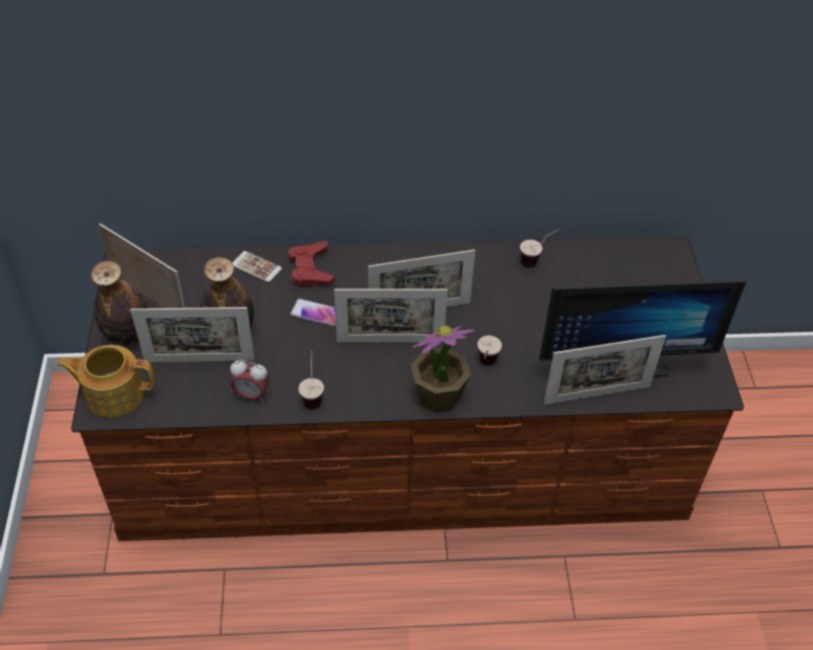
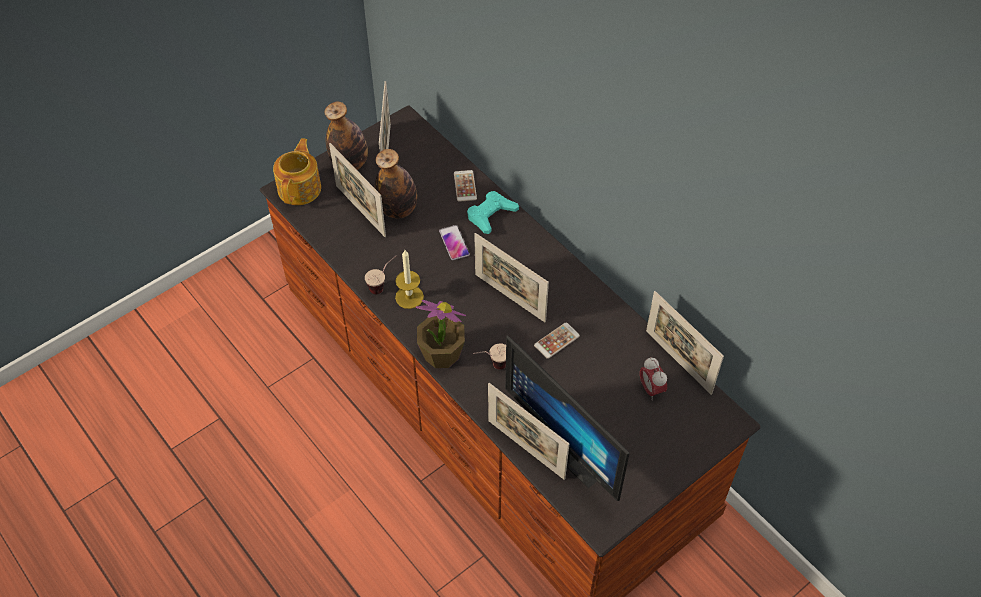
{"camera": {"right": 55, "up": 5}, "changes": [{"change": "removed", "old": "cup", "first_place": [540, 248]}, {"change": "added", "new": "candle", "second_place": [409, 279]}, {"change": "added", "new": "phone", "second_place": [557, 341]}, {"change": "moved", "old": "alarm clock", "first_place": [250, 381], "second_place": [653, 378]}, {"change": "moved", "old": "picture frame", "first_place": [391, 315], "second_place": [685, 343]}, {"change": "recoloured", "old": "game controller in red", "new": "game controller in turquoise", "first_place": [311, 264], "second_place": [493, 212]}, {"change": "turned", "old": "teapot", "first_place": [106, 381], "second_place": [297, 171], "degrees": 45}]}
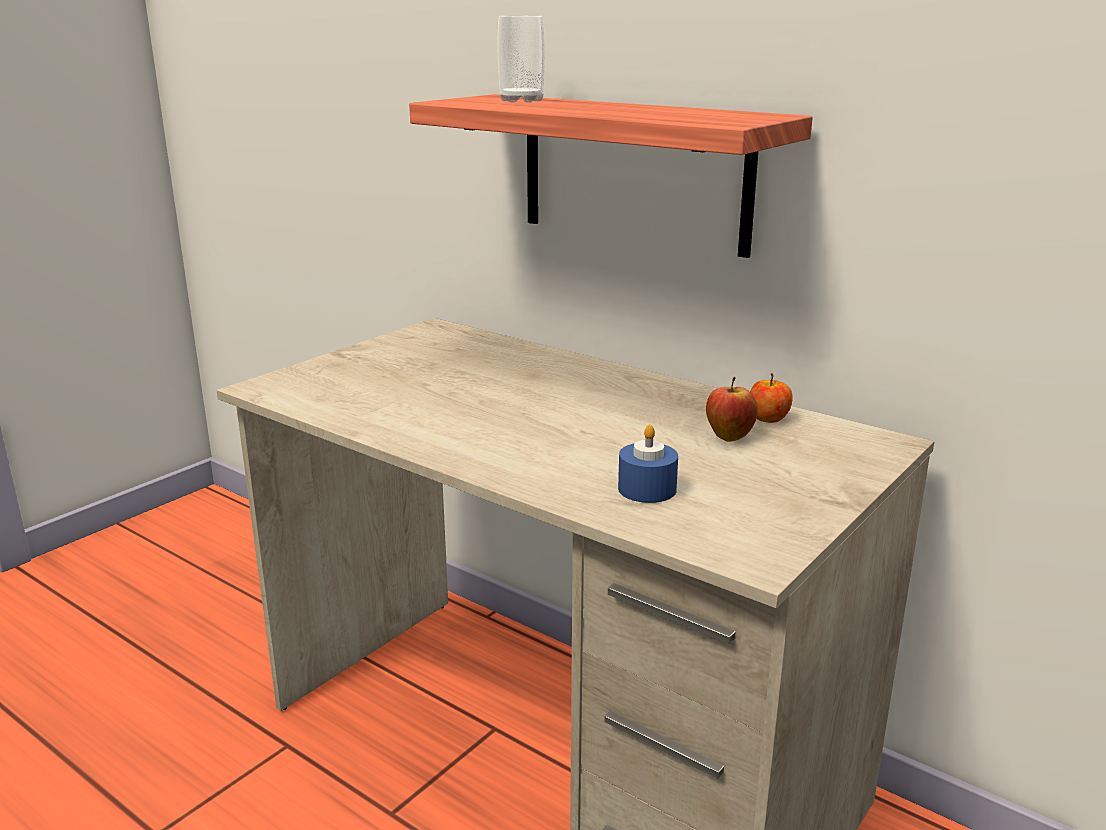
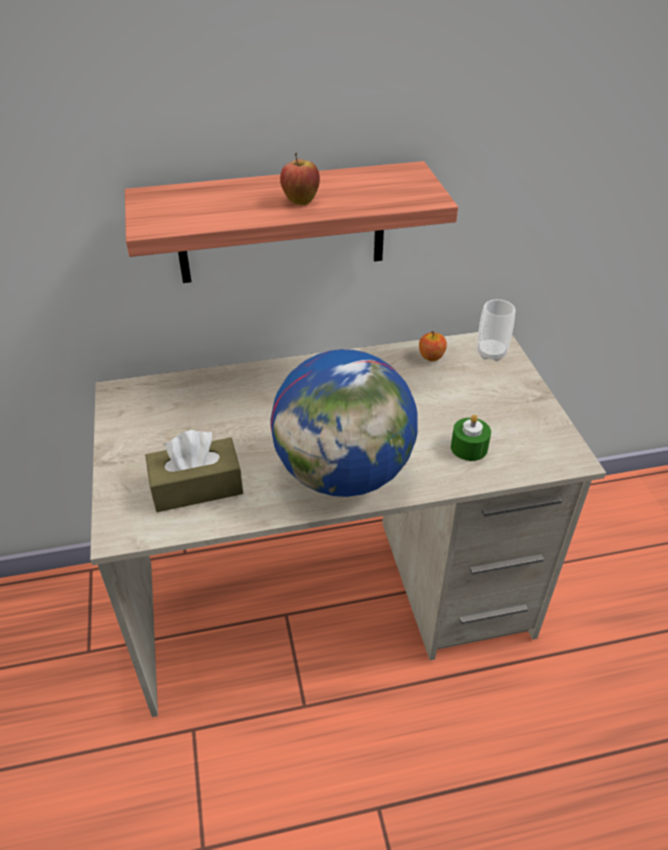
{"camera": {"right": -50, "up": 20}, "changes": [{"change": "added", "new": "tissue box in brown", "second_place": [194, 471]}, {"change": "added", "new": "globe", "second_place": [344, 423]}, {"change": "moved", "old": "cup", "first_place": [521, 59], "second_place": [496, 330]}, {"change": "moved", "old": "apple", "first_place": [732, 409], "second_place": [300, 179]}, {"change": "recoloured", "old": "candle in blue", "new": "candle in green", "first_place": [648, 463], "second_place": [471, 437]}]}
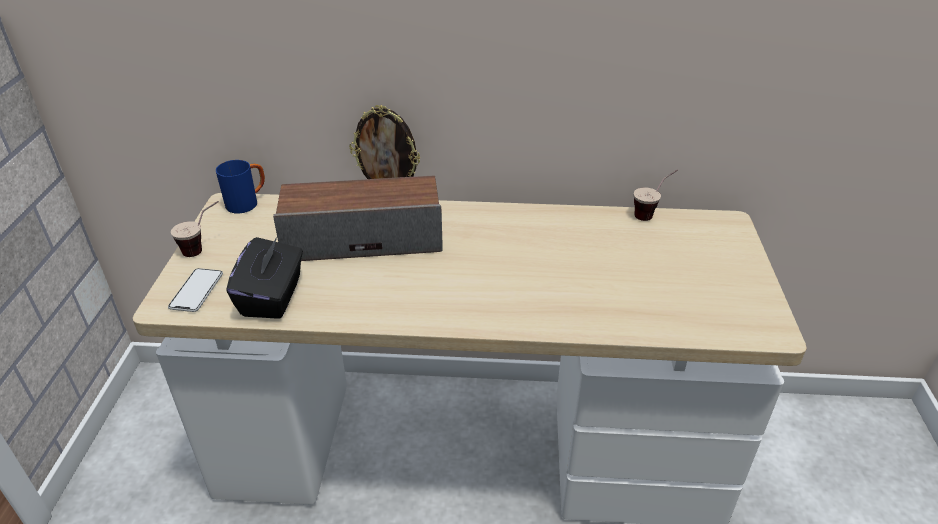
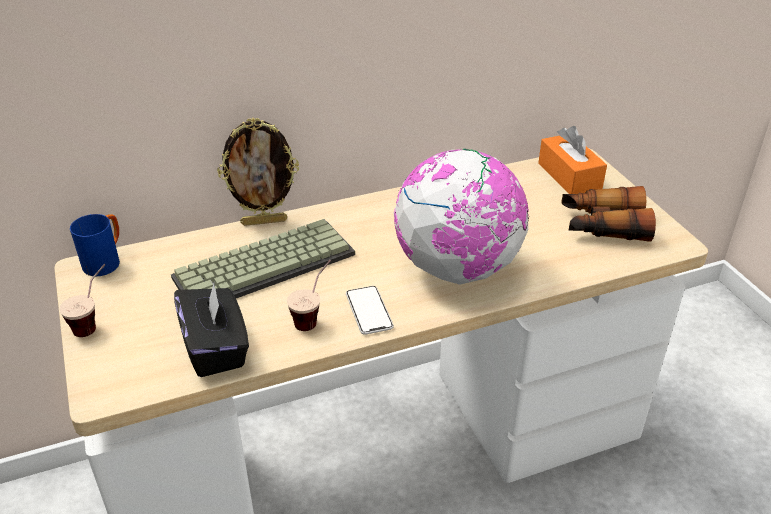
{"camera": {"right": -25, "up": 0}, "changes": [{"change": "added", "new": "globe", "second_place": [461, 216]}, {"change": "added", "new": "tissue box in orange", "second_place": [572, 160]}, {"change": "added", "new": "binoculars", "second_place": [609, 214]}, {"change": "moved", "old": "phone", "first_place": [195, 290], "second_place": [370, 310]}, {"change": "moved", "old": "cup", "first_place": [656, 195], "second_place": [309, 295]}, {"change": "replaced", "old": "speaker", "new": "keyboard", "first_place": [358, 218], "second_place": [263, 258]}]}
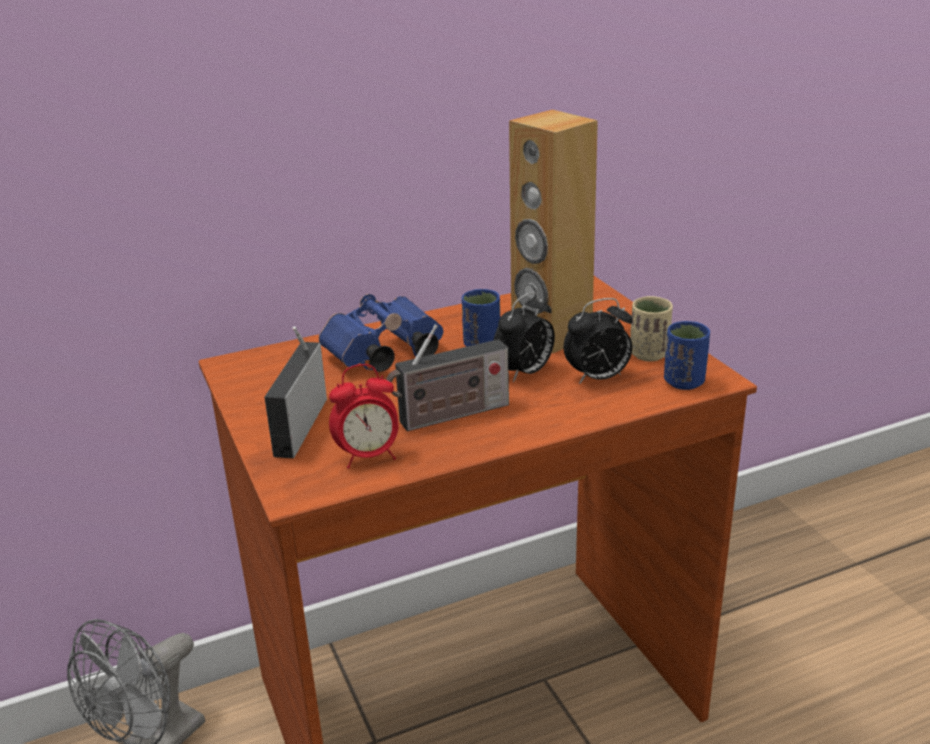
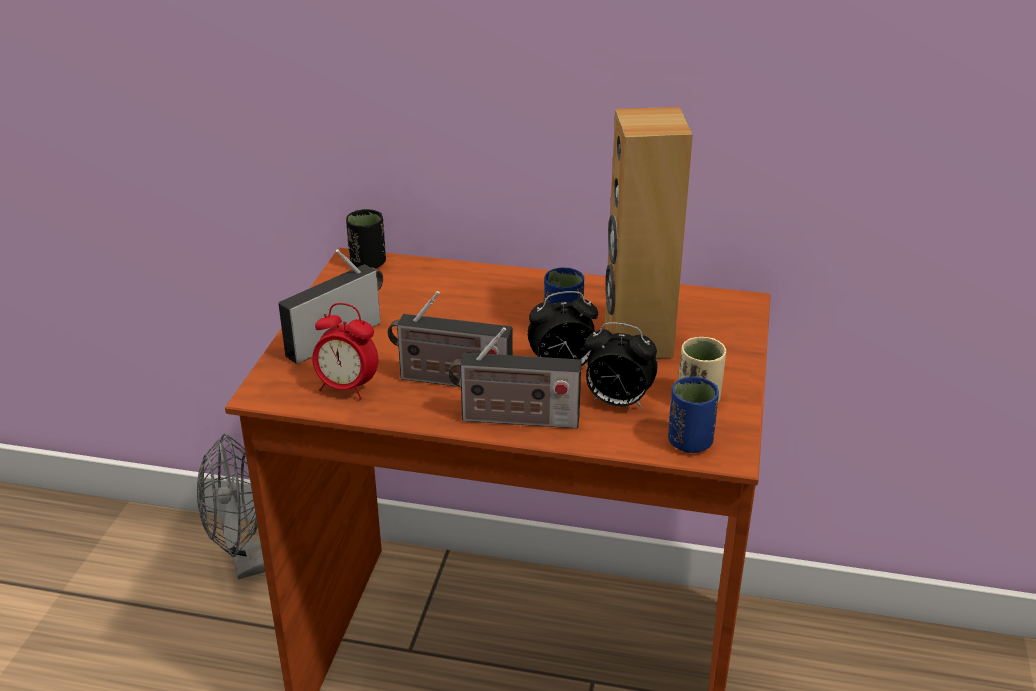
{"camera": {"right": 35, "up": 5}, "changes": [{"change": "removed", "old": "binoculars in blue", "first_place": [381, 333]}, {"change": "added", "new": "cup in black", "second_place": [366, 238]}, {"change": "added", "new": "radio", "second_place": [515, 378]}]}
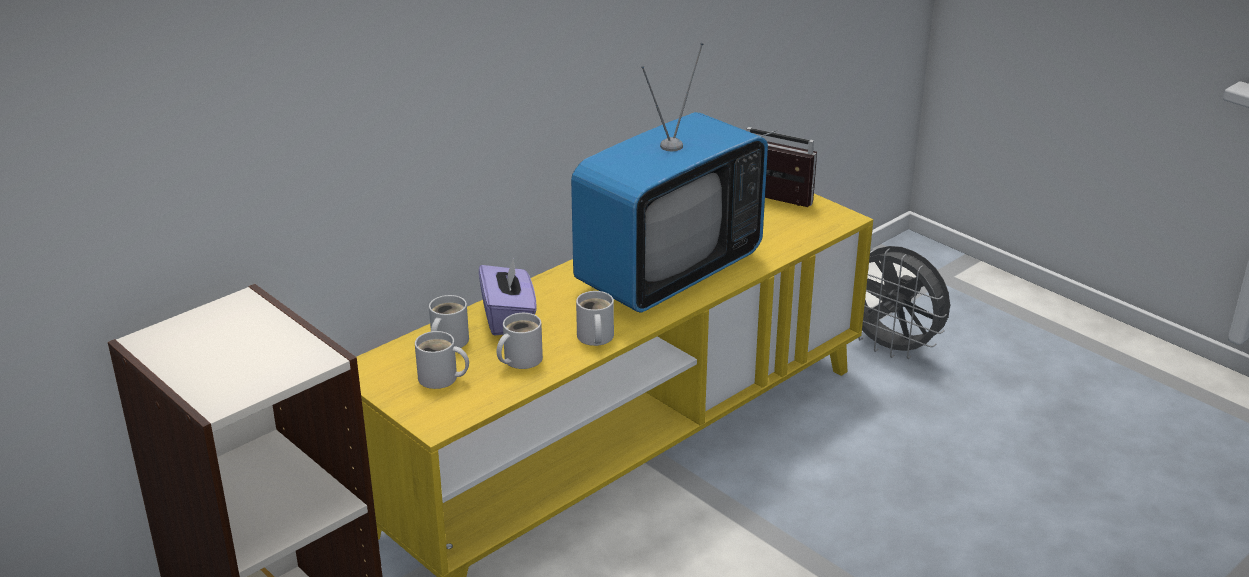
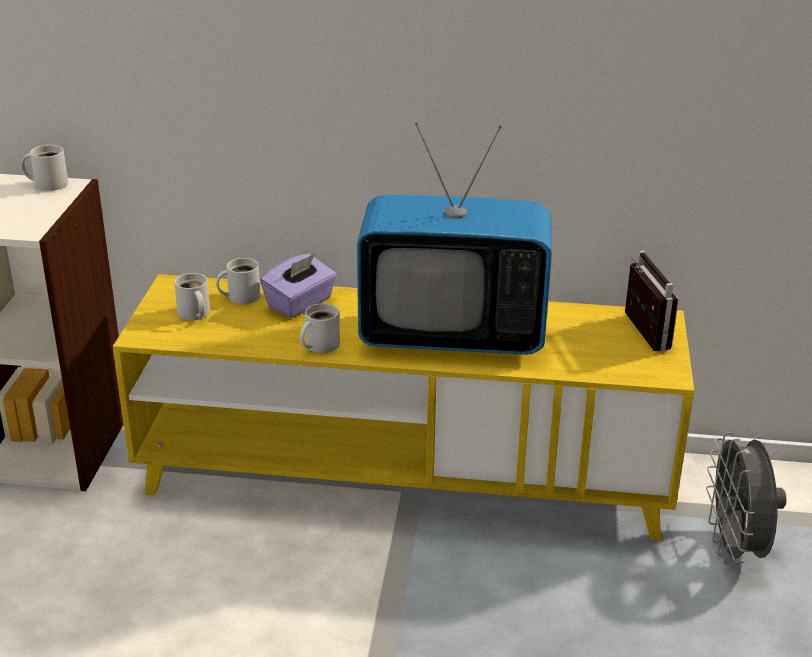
{"camera": {"right": 50, "up": 0}, "changes": [{"change": "moved", "old": "mug in white", "first_place": [520, 341], "second_place": [44, 168]}]}
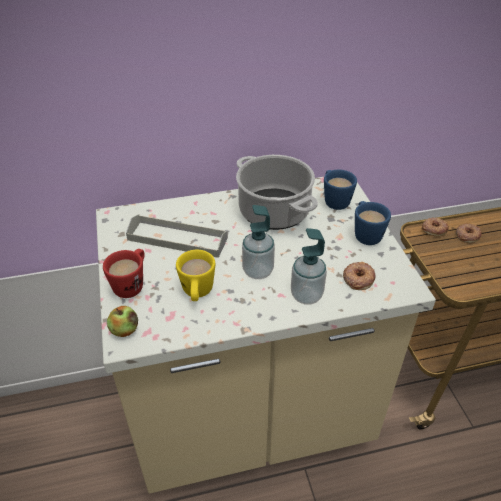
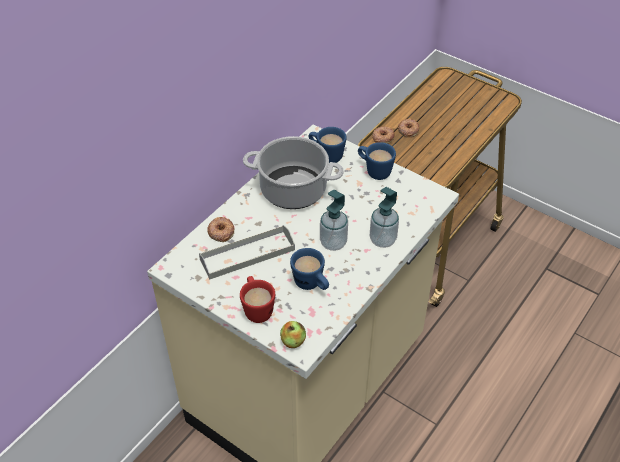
{"camera": {"right": -40, "up": 5}, "changes": [{"change": "moved", "old": "donut", "first_place": [359, 276], "second_place": [221, 229]}, {"change": "recoloured", "old": "mug in yellow", "new": "mug in blue", "first_place": [195, 275], "second_place": [309, 269]}]}
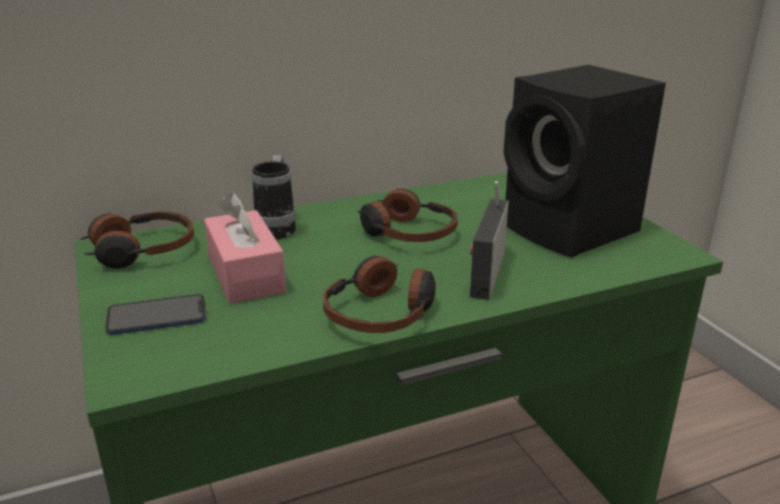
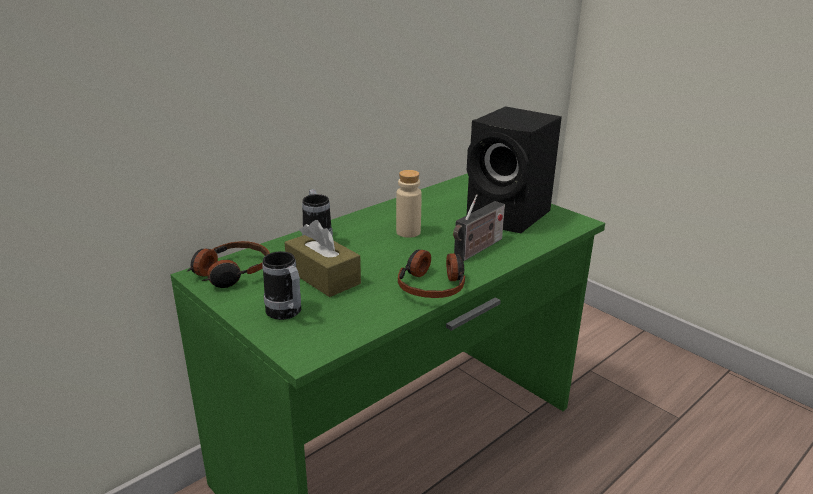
{"camera": {"right": -20, "up": 0}, "changes": [{"change": "replaced", "old": "phone", "new": "mug", "first_place": [155, 314], "second_place": [281, 285]}, {"change": "replaced", "old": "headphones", "new": "bottle in beige", "first_place": [407, 215], "second_place": [409, 204]}, {"change": "recoloured", "old": "tissue box in pink", "new": "tissue box in brown", "first_place": [245, 248], "second_place": [323, 258]}, {"change": "turned", "old": "radio", "first_place": [489, 240], "second_place": [479, 227], "degrees": -135}]}
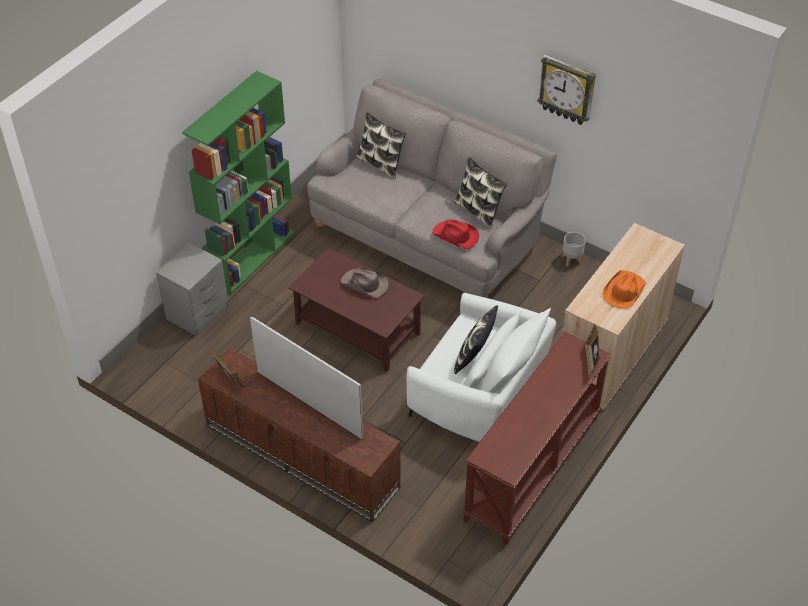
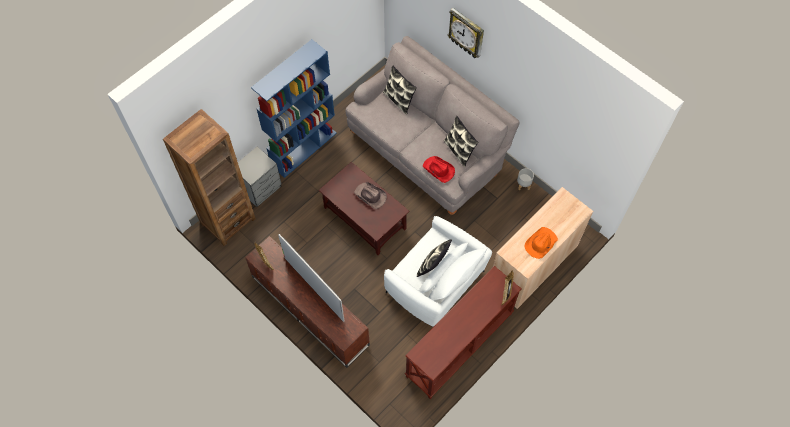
{"camera": {"right": 10, "up": 15}, "changes": [{"change": "added", "new": "bookcase in brown", "second_place": [209, 177]}, {"change": "moved", "old": "wall clock", "first_place": [566, 89], "second_place": [465, 33]}, {"change": "recoloured", "old": "bookcase in green", "new": "bookcase in blue", "first_place": [238, 183], "second_place": [294, 108]}]}
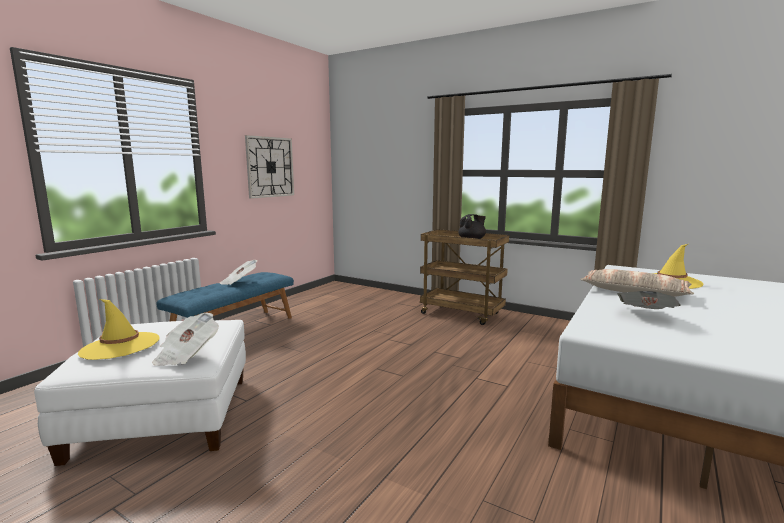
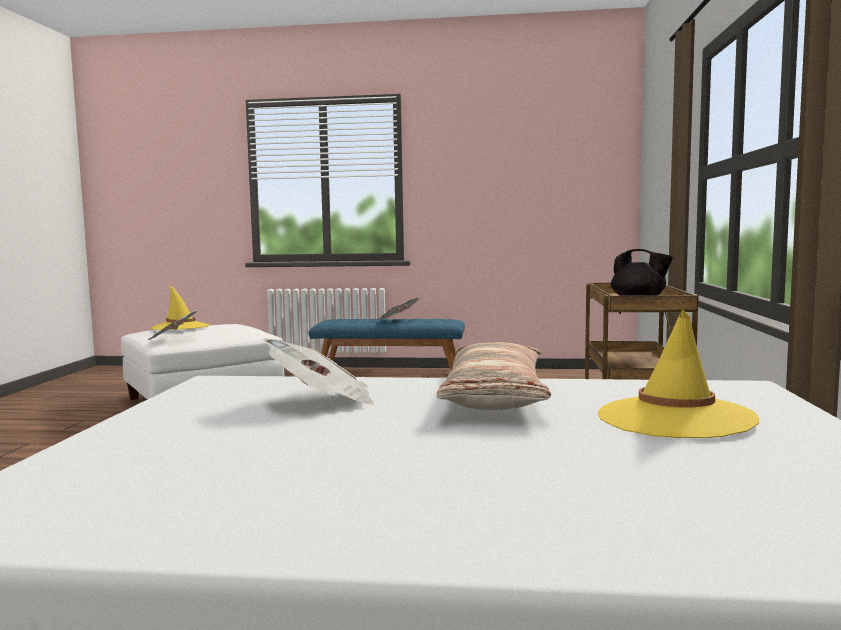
{"camera": {"right": 65, "up": -5}, "changes": [{"change": "removed", "old": "wall clock", "first_place": [269, 167]}]}
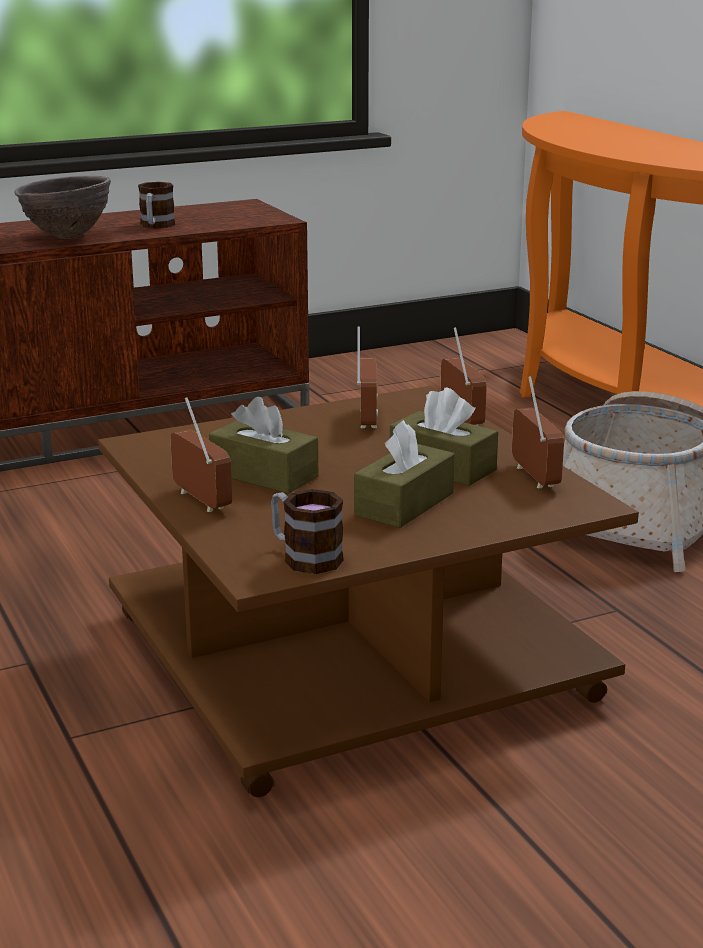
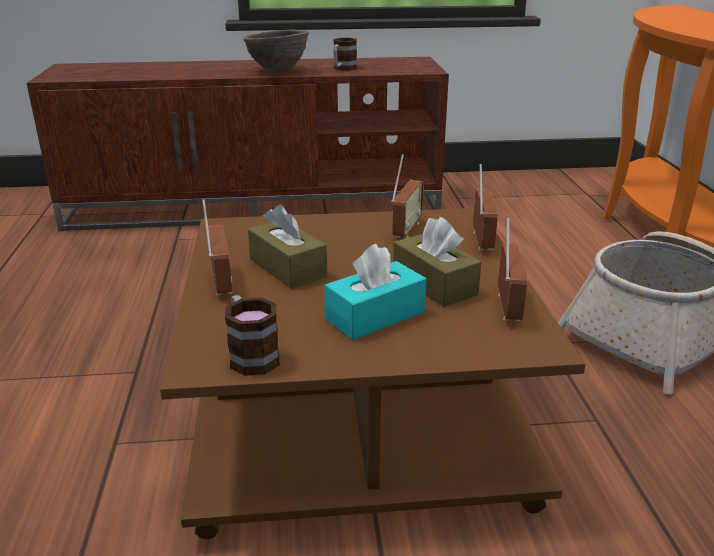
{"camera": {"right": 20, "up": 5}, "changes": [{"change": "recoloured", "old": "tissue box in brown", "new": "tissue box in turquoise", "first_place": [404, 474], "second_place": [375, 292]}]}
